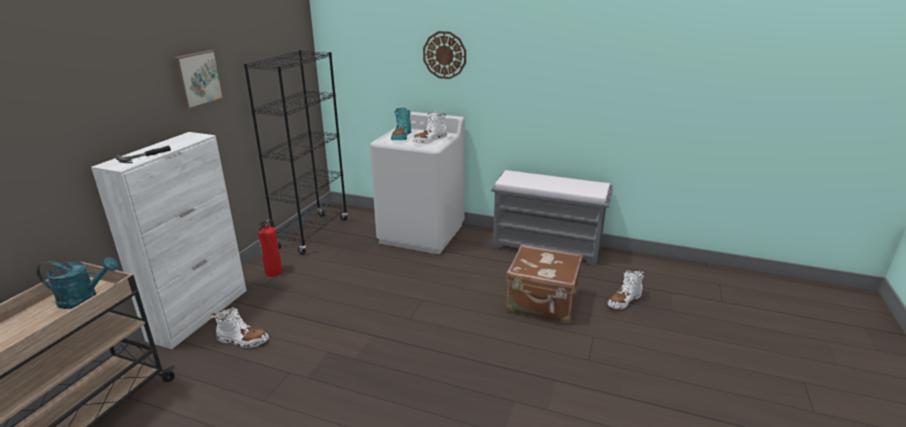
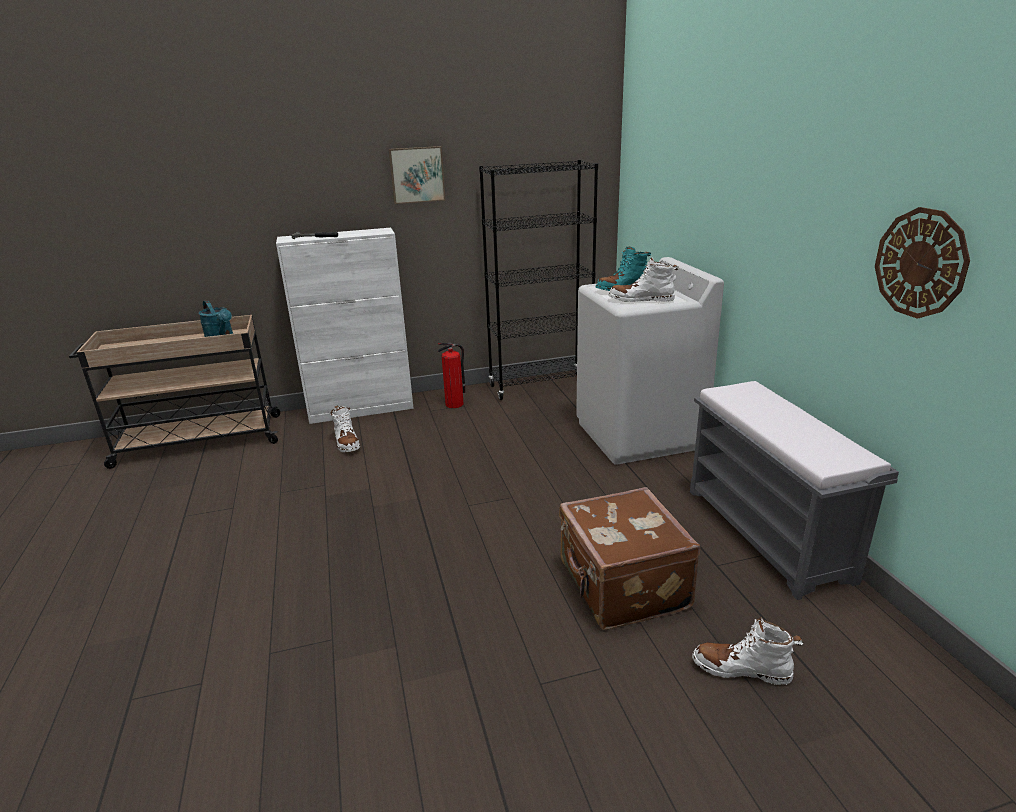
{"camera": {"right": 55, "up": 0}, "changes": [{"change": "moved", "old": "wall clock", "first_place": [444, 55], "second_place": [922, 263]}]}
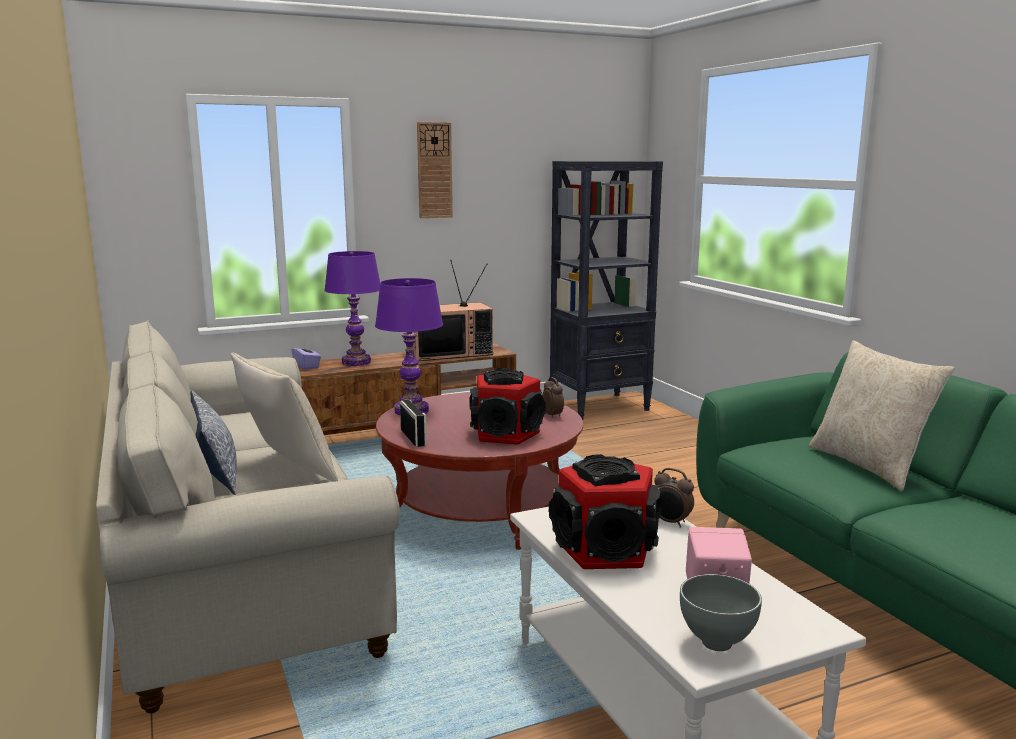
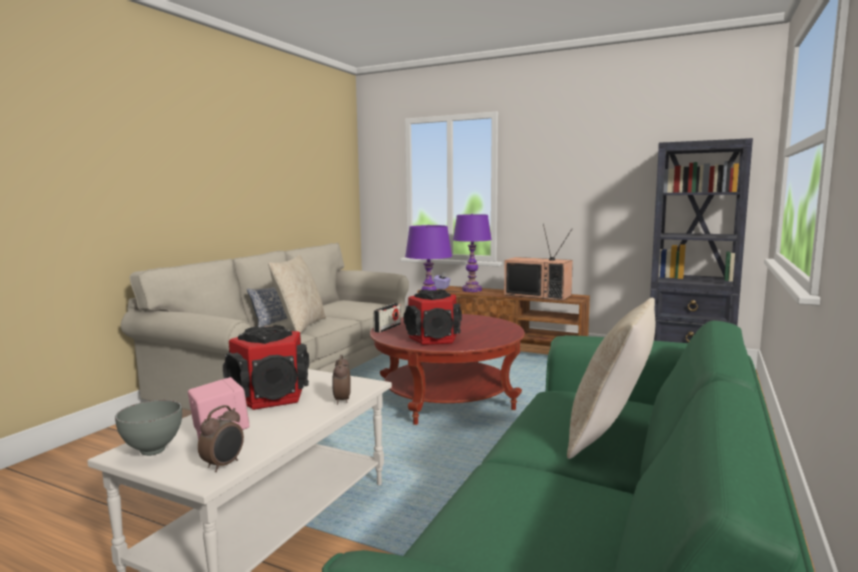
{"camera": {"right": 50, "up": -5}, "changes": [{"change": "removed", "old": "wall clock", "first_place": [435, 170]}, {"change": "moved", "old": "alarm clock", "first_place": [553, 397], "second_place": [221, 438]}]}
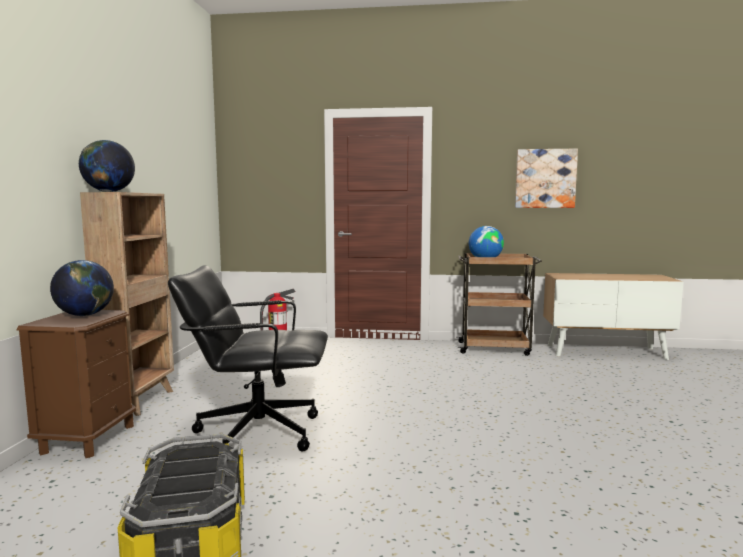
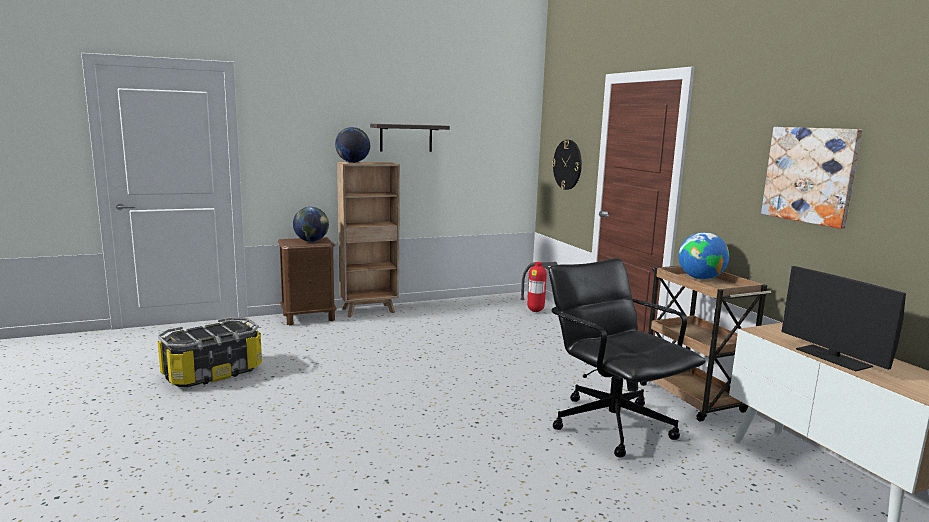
{"camera": {"right": 60, "up": 5}, "changes": [{"change": "added", "new": "shelf", "second_place": [410, 138]}, {"change": "added", "new": "wall clock", "second_place": [567, 165]}, {"change": "added", "new": "monitor", "second_place": [844, 318]}, {"change": "moved", "old": "office chair in black", "first_place": [248, 358], "second_place": [627, 358]}]}
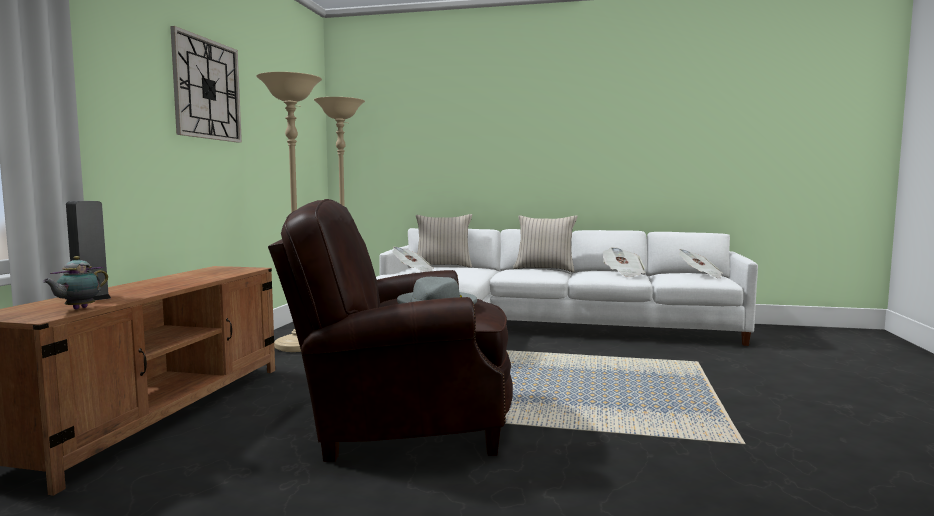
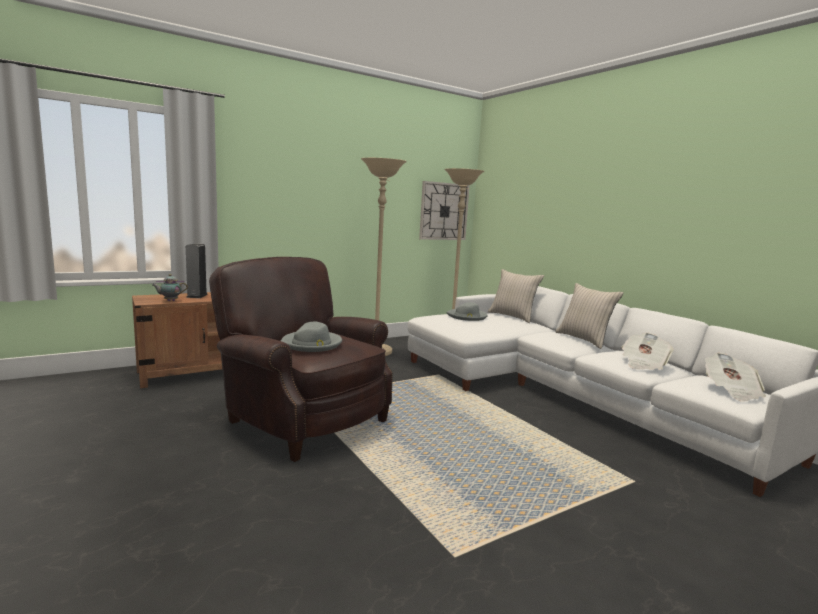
{"camera": {"right": 45, "up": 5}, "changes": [{"change": "moved", "old": "wall clock", "first_place": [206, 84], "second_place": [444, 210]}, {"change": "replaced", "old": "newspaper", "new": "hat in grey", "first_place": [413, 259], "second_place": [467, 311]}]}
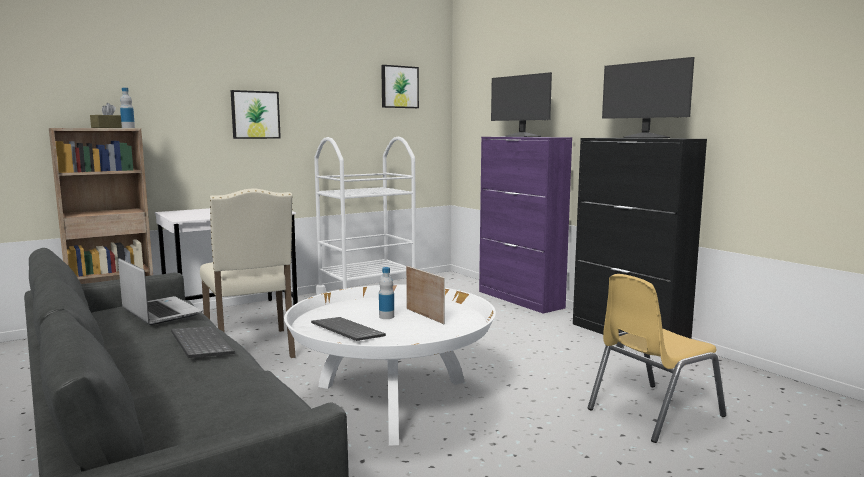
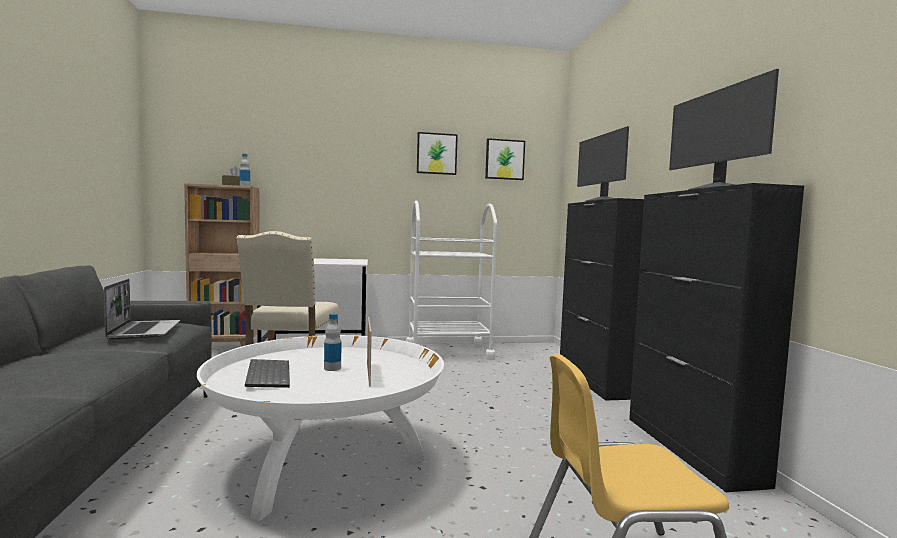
{"camera": {"right": 25, "up": -5}, "changes": [{"change": "removed", "old": "keyboard", "first_place": [203, 342]}, {"change": "moved", "old": "picture", "first_place": [256, 114], "second_place": [437, 153]}, {"change": "recoloured", "old": "cabinet in purple", "new": "cabinet in black", "first_place": [525, 225], "second_place": [602, 299]}]}
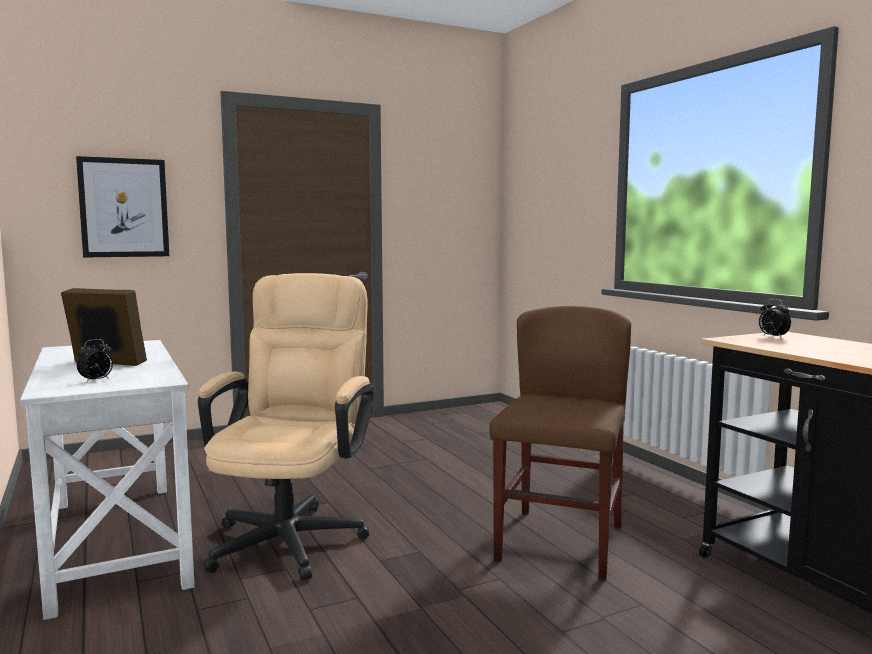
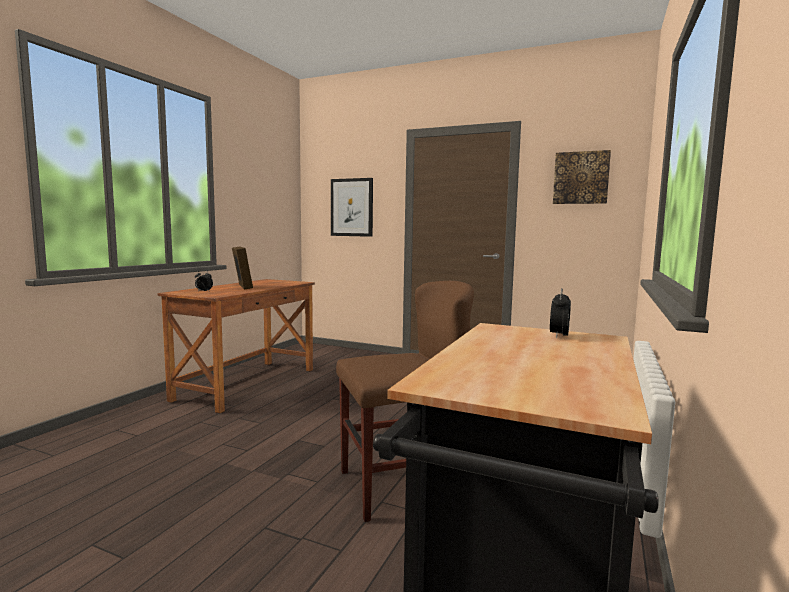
{"camera": {"right": 50, "up": 0}, "changes": [{"change": "removed", "old": "office chair in beige", "first_place": [287, 427]}, {"change": "added", "new": "picture", "second_place": [582, 177]}, {"change": "recoloured", "old": "desk in white", "new": "desk in brown", "first_place": [107, 480], "second_place": [236, 346]}]}
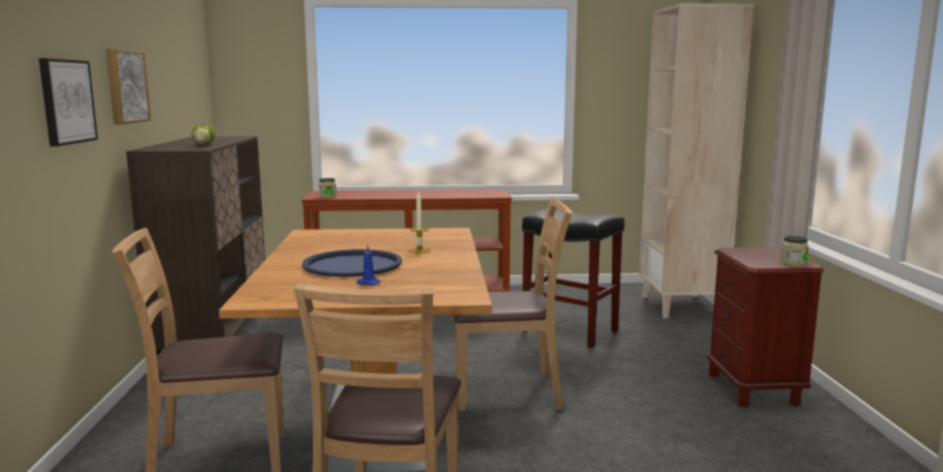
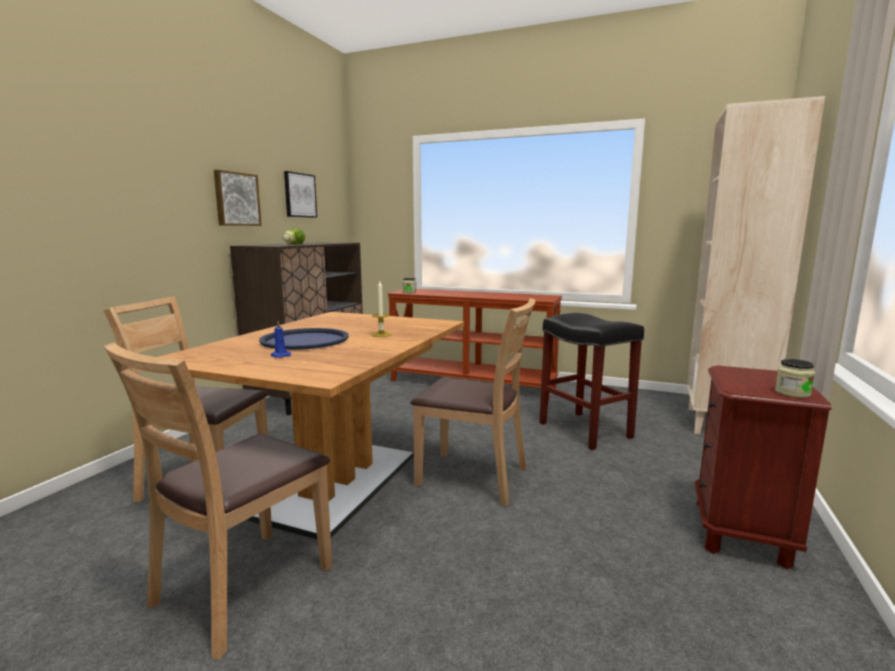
{"camera": {"right": 25, "up": 0}, "changes": [{"change": "moved", "old": "picture", "first_place": [68, 102], "second_place": [300, 194]}]}
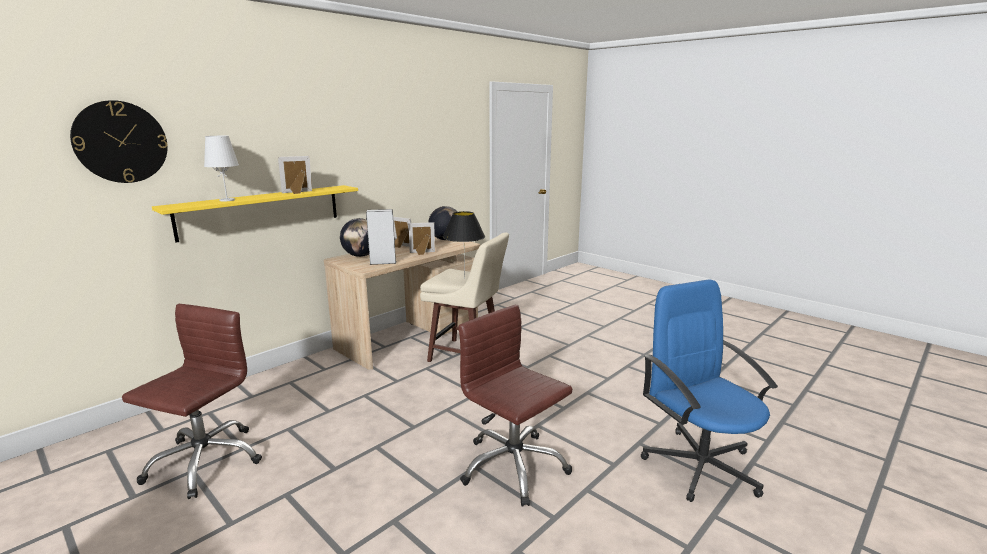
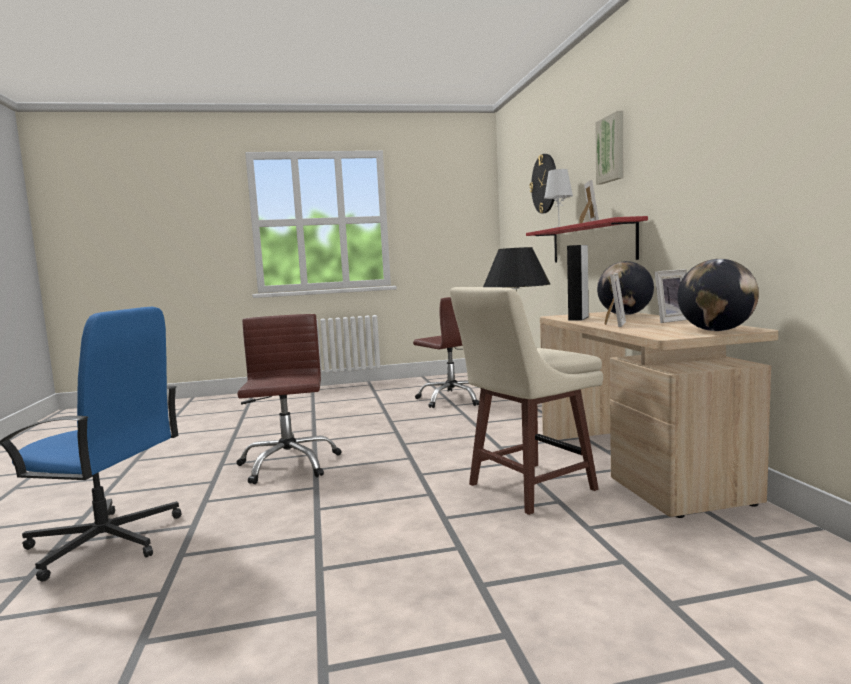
{"camera": {"right": 125, "up": -10}, "changes": [{"change": "added", "new": "picture", "second_place": [609, 148]}, {"change": "recoloured", "old": "shelf in yellow", "new": "shelf in red", "first_place": [255, 214], "second_place": [587, 239]}, {"change": "turned", "old": "office chair in brown", "first_place": [515, 405], "second_place": [288, 399], "degrees": -90}]}
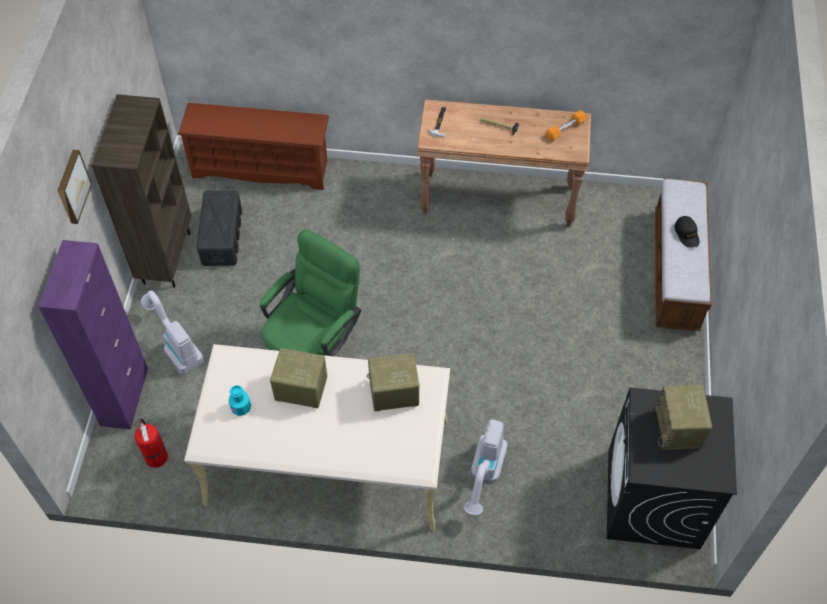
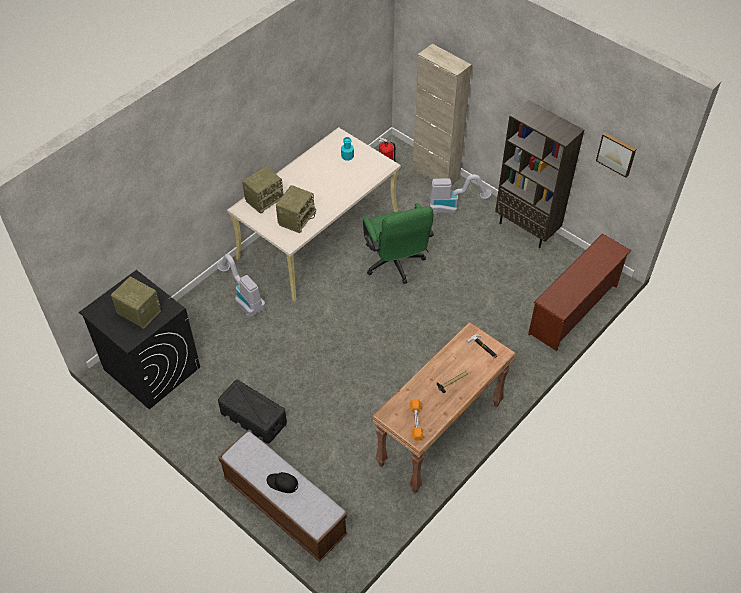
{"camera": {"right": 125, "up": -5}, "changes": [{"change": "moved", "old": "picture", "first_place": [74, 187], "second_place": [616, 155]}, {"change": "moved", "old": "storage box in black", "first_place": [219, 228], "second_place": [252, 411]}, {"change": "moved", "old": "radio", "first_place": [298, 378], "second_place": [263, 190]}, {"change": "recoloured", "old": "cabinet in purple", "new": "cabinet in beige", "first_place": [93, 334], "second_place": [442, 114]}]}
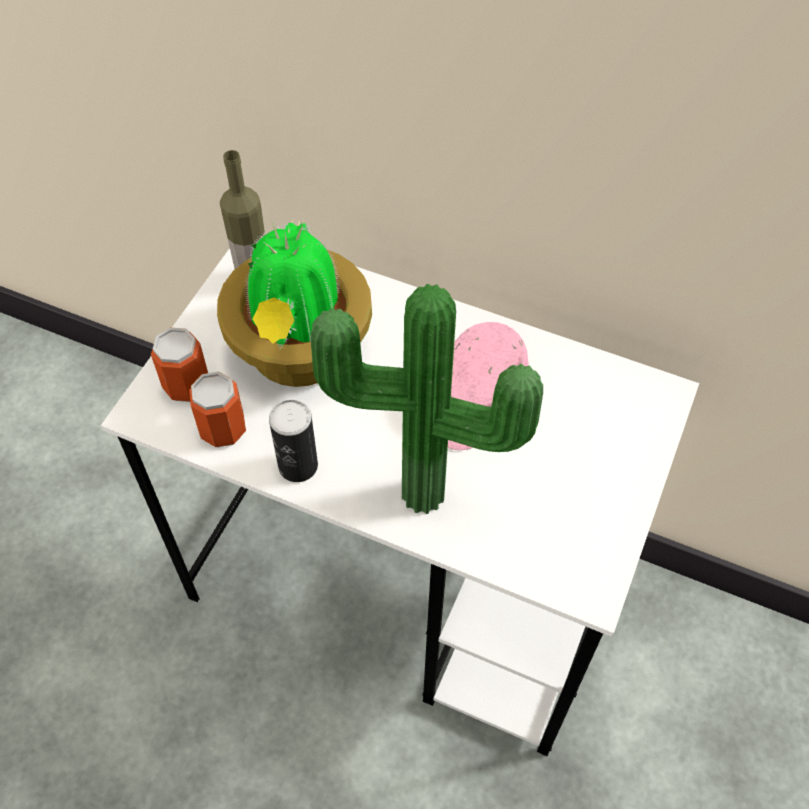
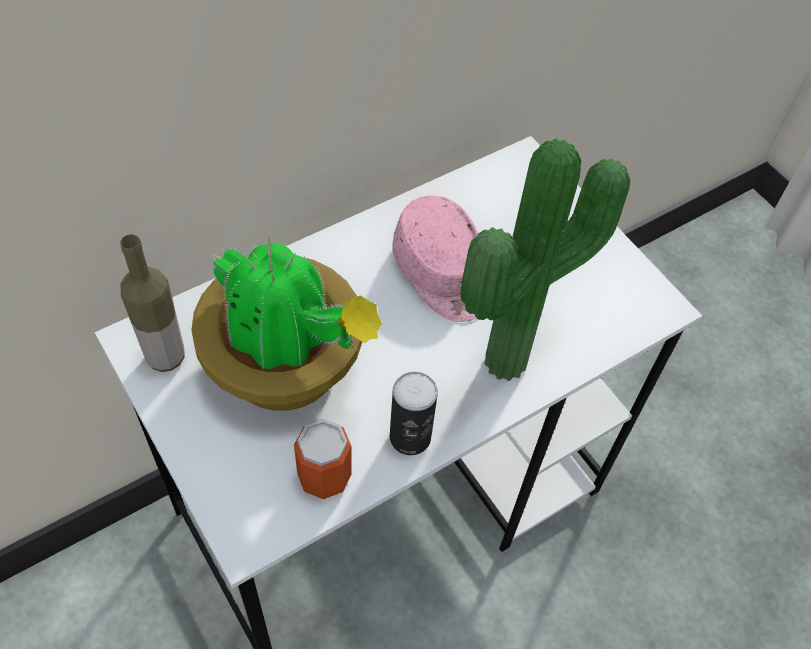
{"camera": {"right": -60, "up": 0}, "changes": [{"change": "removed", "old": "can", "first_place": [179, 365]}]}
